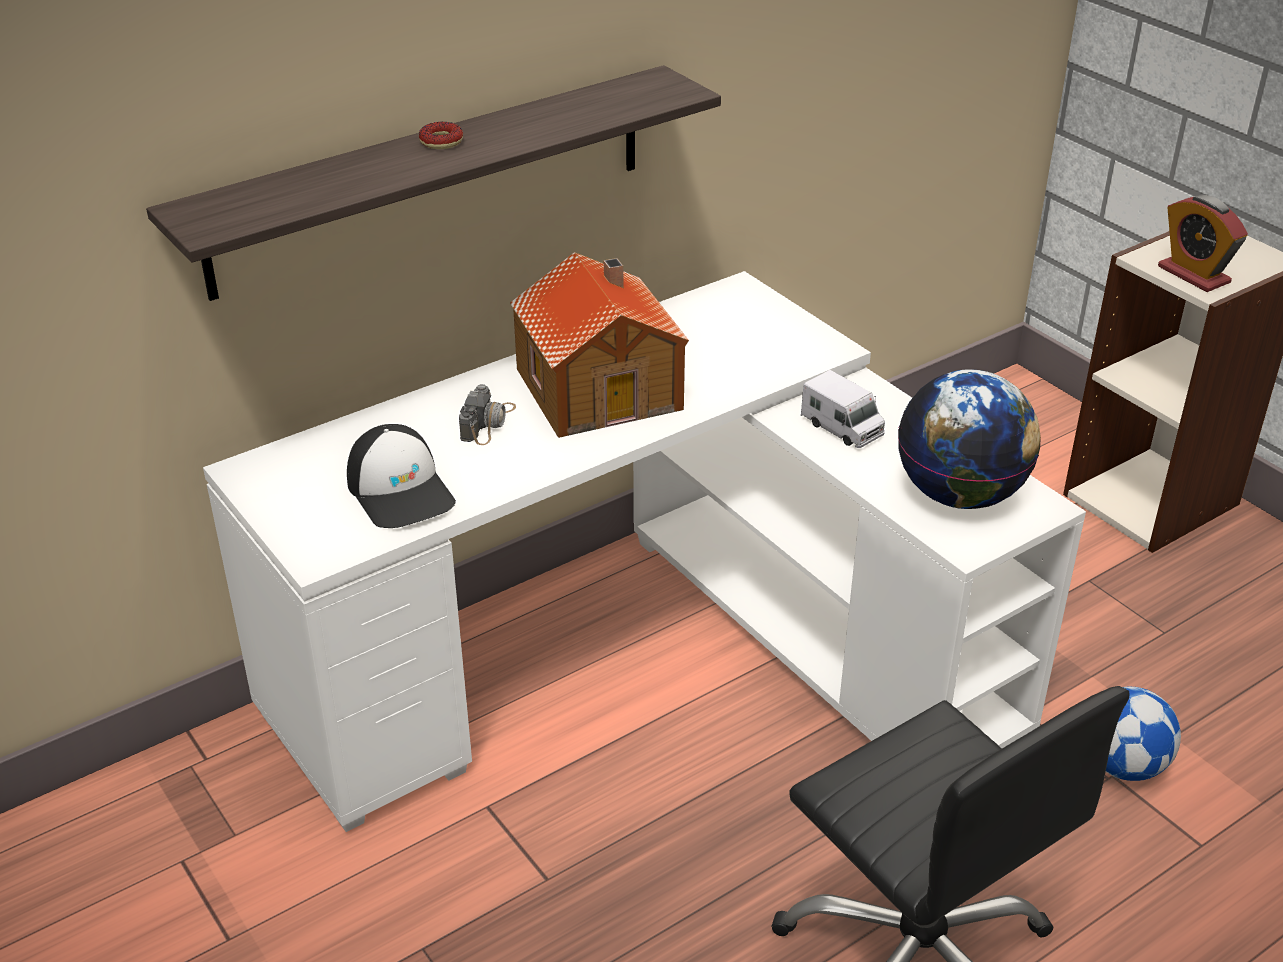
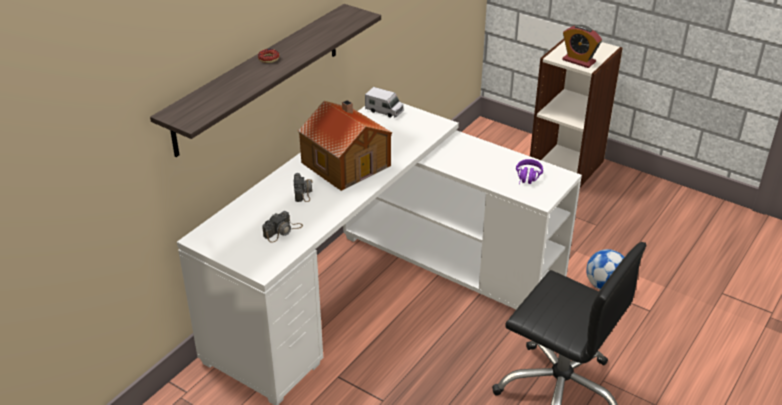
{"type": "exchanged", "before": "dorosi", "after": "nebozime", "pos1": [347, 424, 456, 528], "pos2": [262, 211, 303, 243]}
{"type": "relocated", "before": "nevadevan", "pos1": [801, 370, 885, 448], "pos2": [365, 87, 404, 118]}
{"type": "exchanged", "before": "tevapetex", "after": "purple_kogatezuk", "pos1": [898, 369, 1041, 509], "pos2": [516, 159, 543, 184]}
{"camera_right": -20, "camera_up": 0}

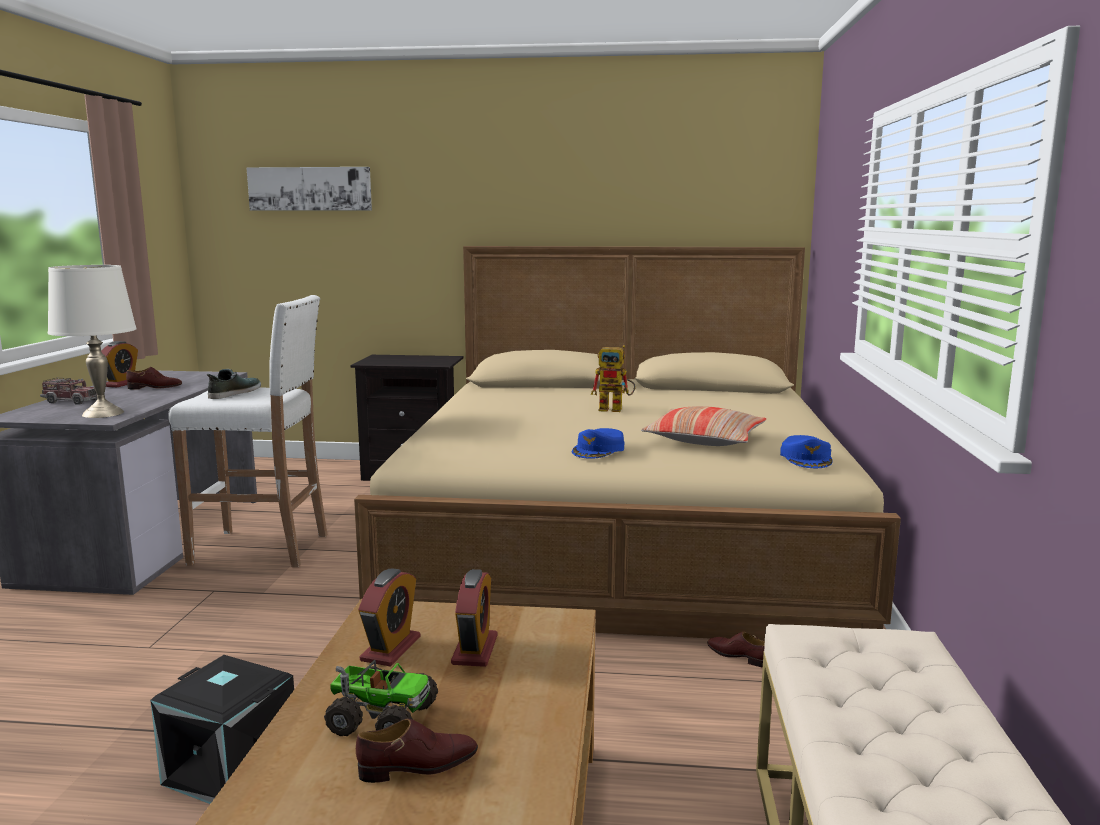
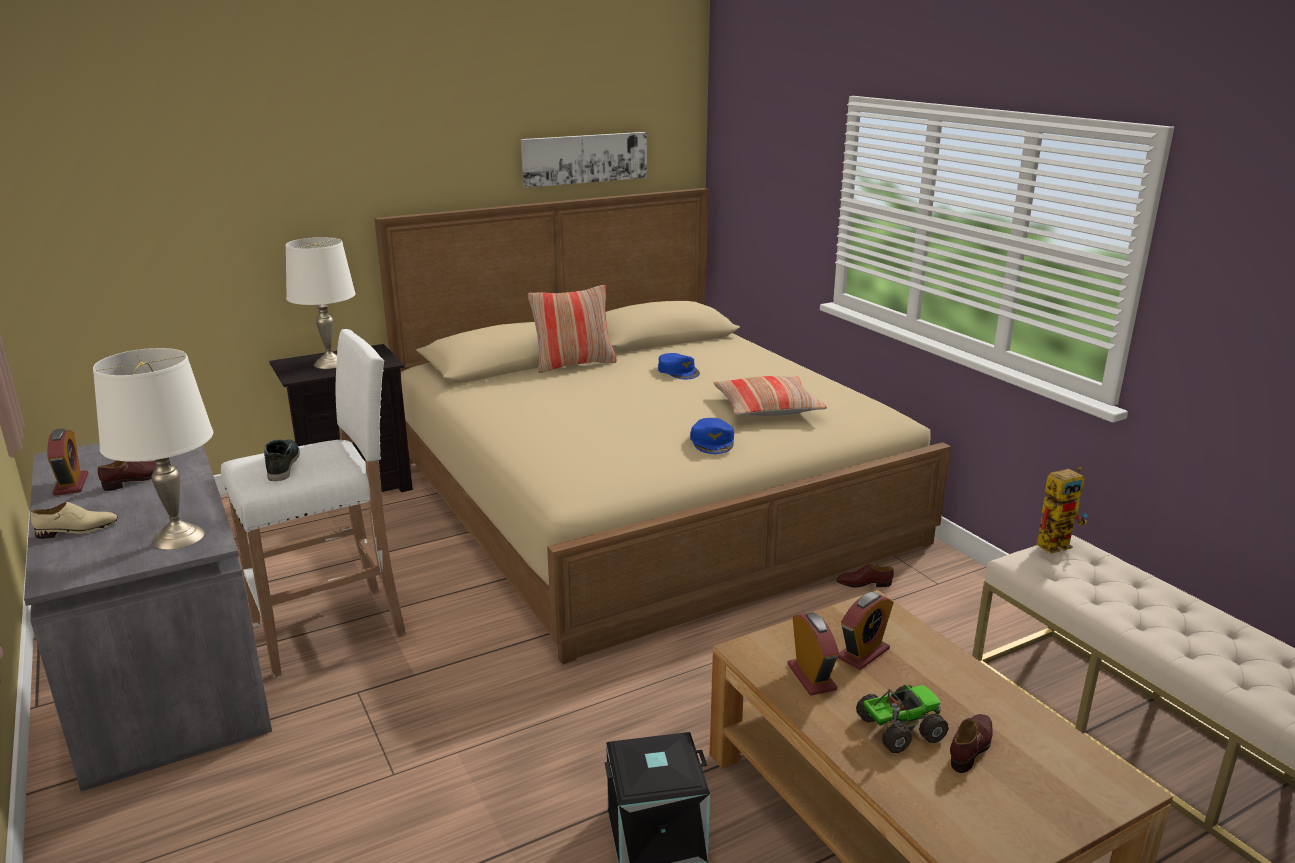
{"type": "exchanged", "before": "nevadevan", "after": "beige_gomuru", "pos1": [40, 378, 97, 405], "pos2": [31, 502, 118, 539]}
{"type": "appeared", "after": "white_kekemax", "pos2": [286, 237, 356, 369]}
{"type": "relocated", "before": "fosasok", "pos1": [246, 167, 372, 211], "pos2": [521, 132, 647, 188]}
{"type": "appeared", "after": "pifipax", "pos2": [528, 285, 617, 373]}
{"type": "relocated", "before": "blue_dorosi", "pos1": [780, 435, 832, 468], "pos2": [658, 353, 700, 379]}
{"type": "spun", "before": "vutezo", "pos1": [451, 569, 498, 667], "pos2": [838, 592, 893, 670], "turn": 75}
{"type": "relocated", "before": "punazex", "pos1": [591, 345, 636, 412], "pos2": [1036, 467, 1087, 554]}
{"camera_right": -35, "camera_up": 10}

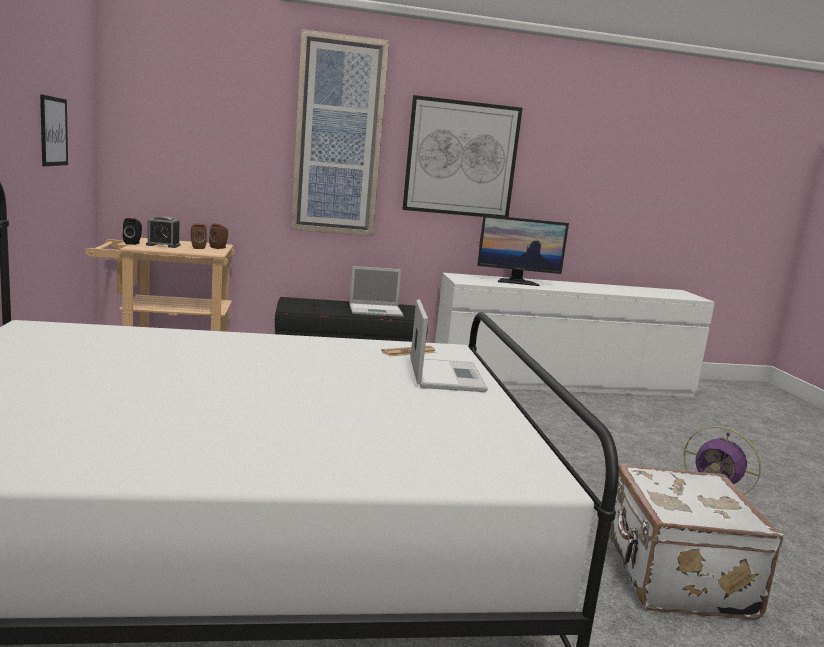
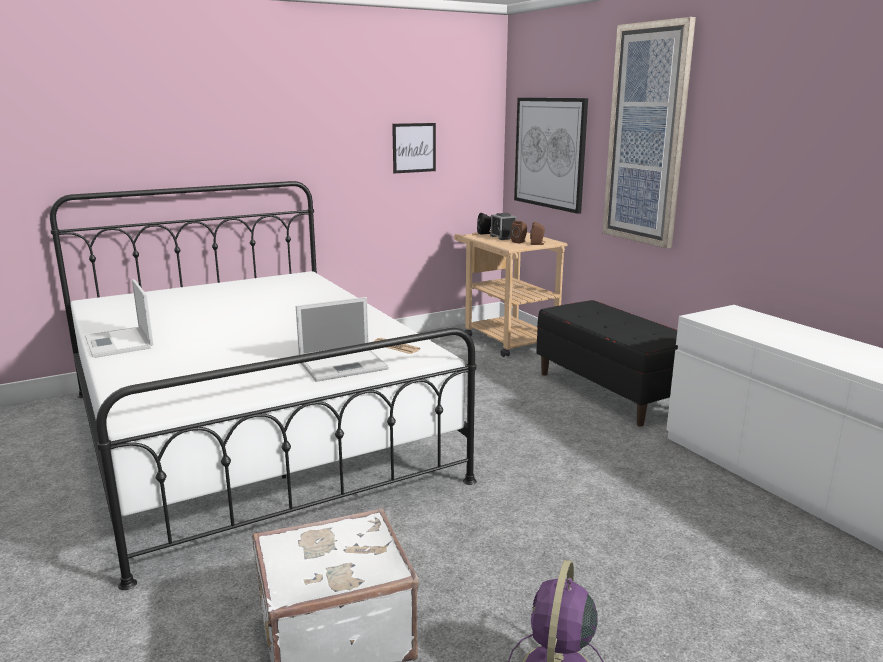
{"type": "relocated", "before": "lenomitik", "pos1": [349, 266, 404, 317], "pos2": [85, 279, 154, 358]}
{"type": "relocated", "before": "fosasok", "pos1": [402, 95, 522, 217], "pos2": [514, 98, 588, 214]}
{"type": "missing", "before": "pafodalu", "pos1": [477, 215, 569, 286]}
{"camera_right": 70, "camera_up": 5}

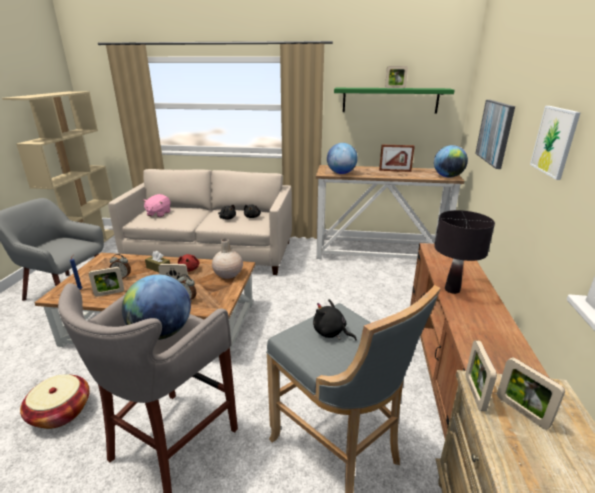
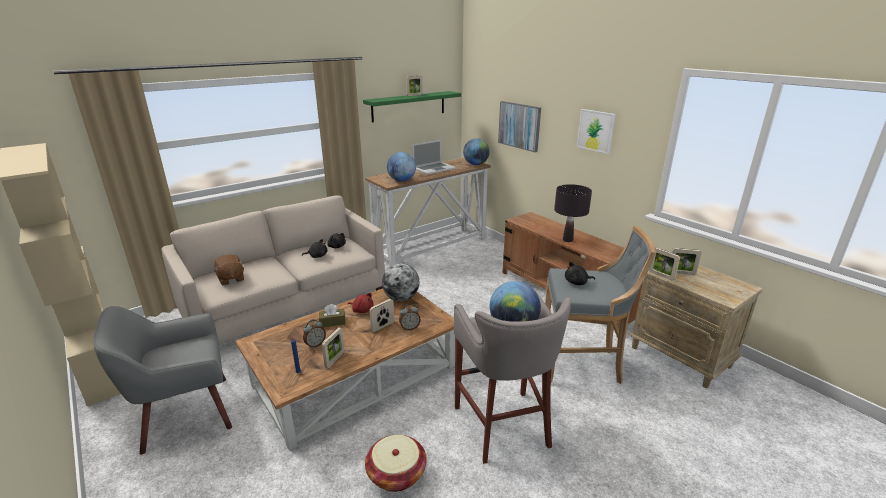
{"type": "colour", "before": "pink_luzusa", "after": "brown_luzusa", "pos1": [142, 194, 170, 217], "pos2": [214, 255, 244, 285]}
{"type": "exchanged", "before": "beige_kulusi", "after": "tevapetex", "pos1": [212, 239, 243, 279], "pos2": [382, 263, 419, 301]}
{"type": "exchanged", "before": "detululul", "after": "lenomitik", "pos1": [379, 144, 415, 172], "pos2": [412, 140, 456, 175]}
{"camera_right": -45, "camera_up": 0}

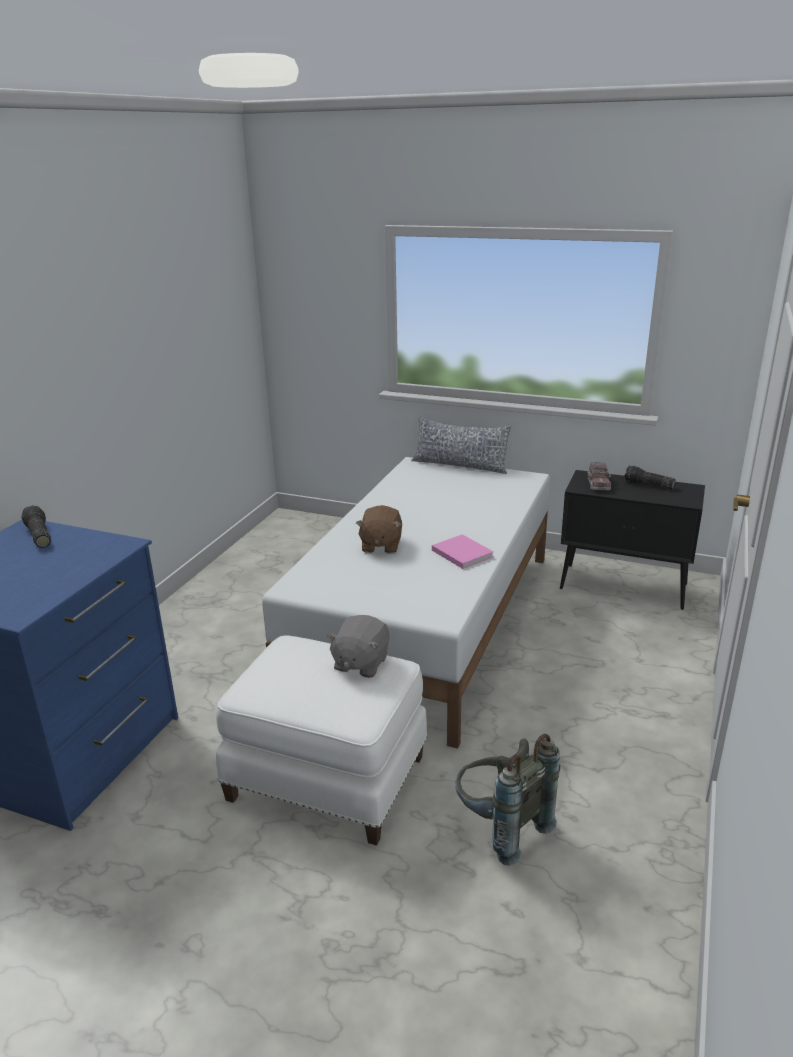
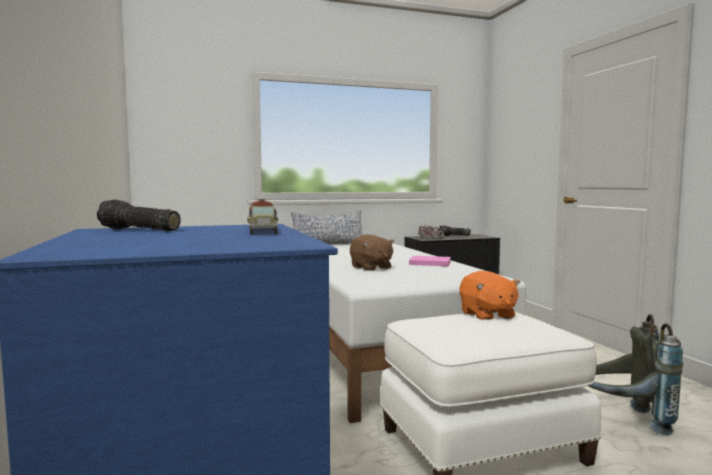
{"type": "appeared", "after": "nevadevan", "pos2": [247, 199, 278, 235]}
{"type": "colour", "before": "grey_luzusa", "after": "orange_luzusa", "pos1": [327, 615, 390, 678], "pos2": [459, 271, 520, 320]}
{"camera_right": -40, "camera_up": -20}

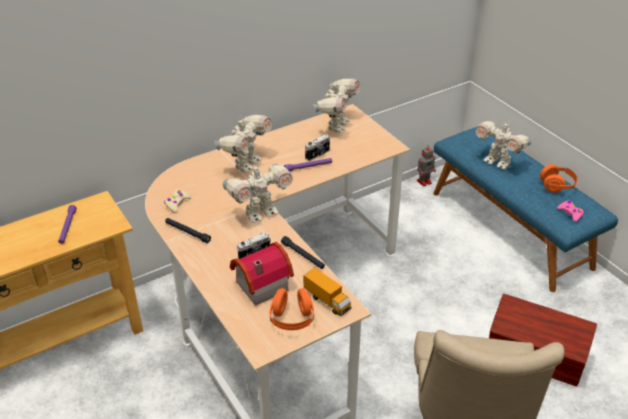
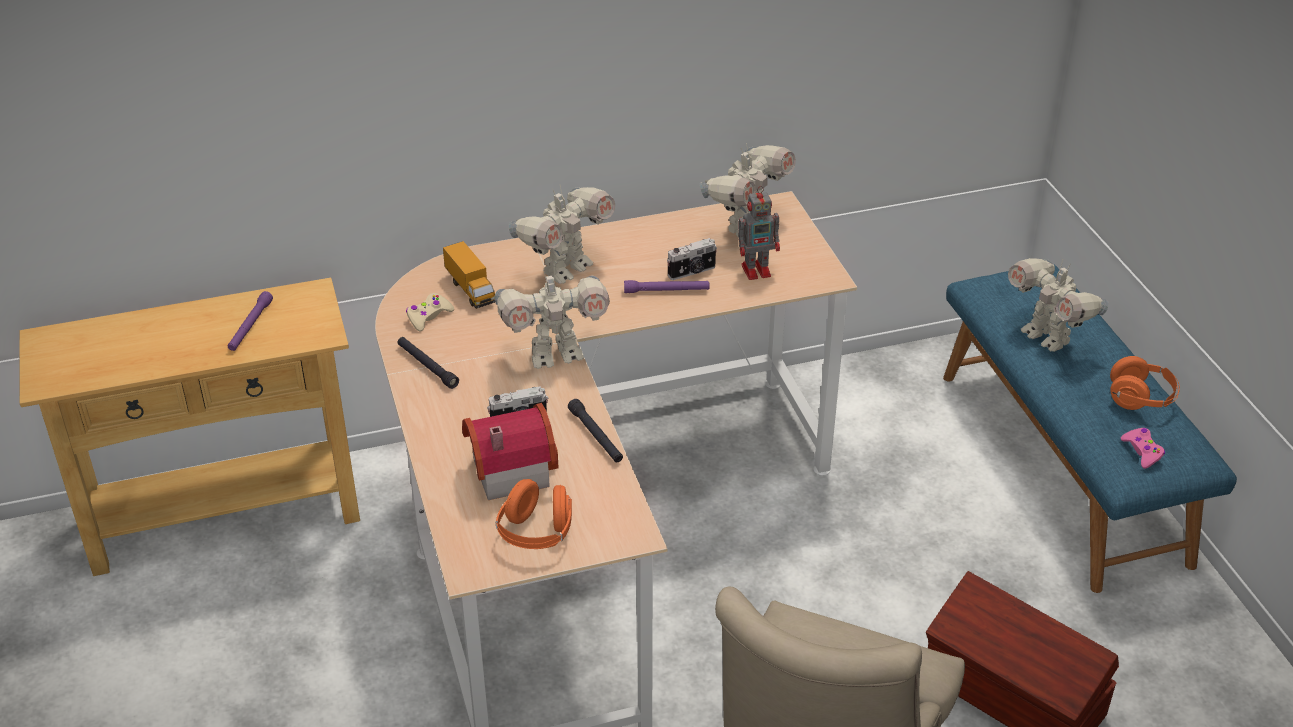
{"type": "relocated", "before": "nevadevan", "pos1": [304, 268, 351, 316], "pos2": [443, 241, 495, 309]}
{"type": "relocated", "before": "punazex", "pos1": [417, 147, 436, 187], "pos2": [738, 186, 780, 280]}
{"camera_right": 15, "camera_up": 0}

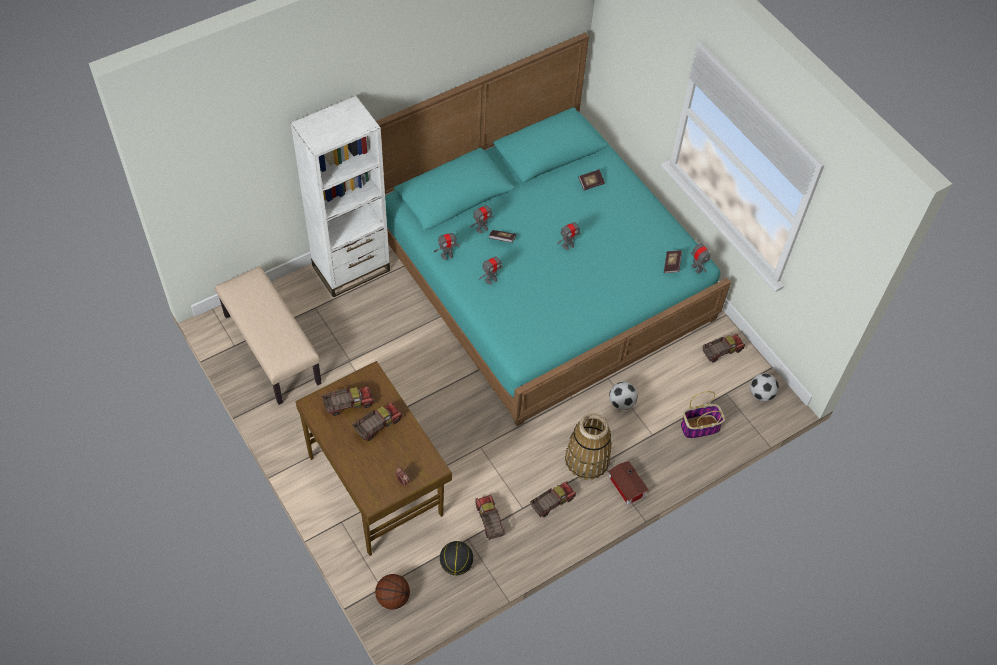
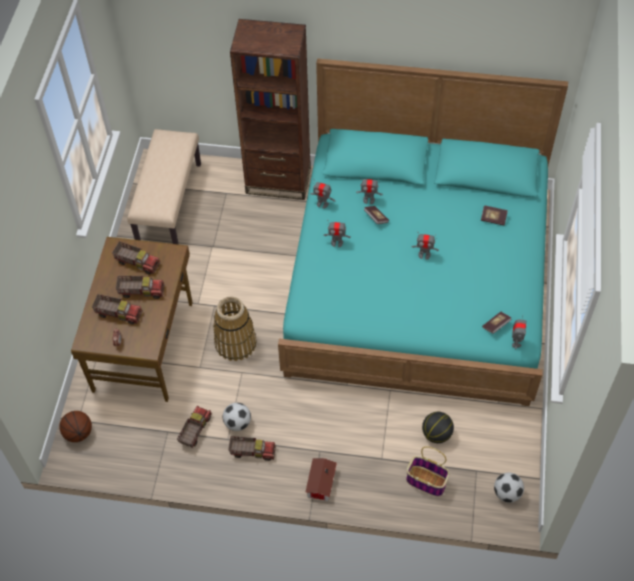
{"type": "relocated", "before": "nevadevan", "pos1": [702, 334, 745, 362], "pos2": [92, 294, 143, 325]}
{"type": "relocated", "before": "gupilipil", "pos1": [565, 413, 612, 480], "pos2": [213, 296, 256, 361]}
{"type": "relocated", "before": "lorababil", "pos1": [609, 382, 638, 410], "pos2": [223, 403, 251, 431]}
{"type": "colour", "before": "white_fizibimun", "after": "brown_fizibimun", "pos1": [291, 96, 390, 298], "pos2": [230, 19, 311, 200]}
{"type": "relocated", "before": "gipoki", "pos1": [440, 541, 473, 575], "pos2": [422, 412, 454, 443]}
{"camera_right": 45, "camera_up": 0}

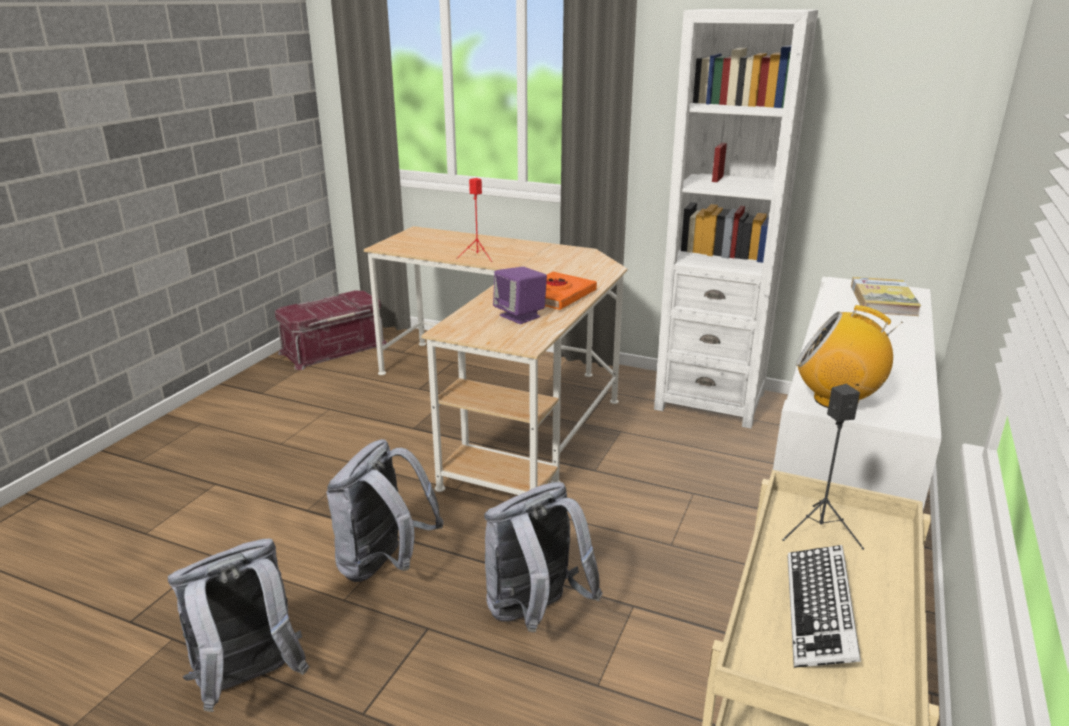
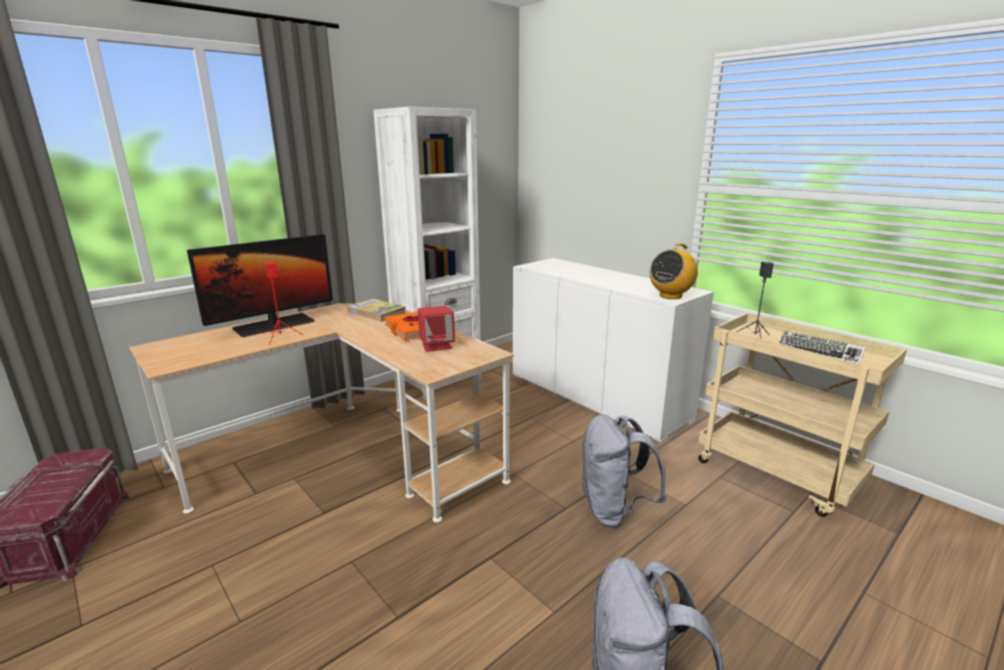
{"type": "appeared", "after": "pafodalu", "pos2": [187, 234, 333, 337]}
{"type": "relocated", "before": "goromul", "pos1": [851, 277, 921, 316], "pos2": [347, 299, 406, 322]}
{"type": "colour", "before": "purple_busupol", "after": "red_busupol", "pos1": [493, 267, 547, 324], "pos2": [418, 306, 455, 352]}
{"type": "missing", "before": "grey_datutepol", "pos1": [326, 439, 443, 582]}
{"camera_right": -65, "camera_up": -5}

